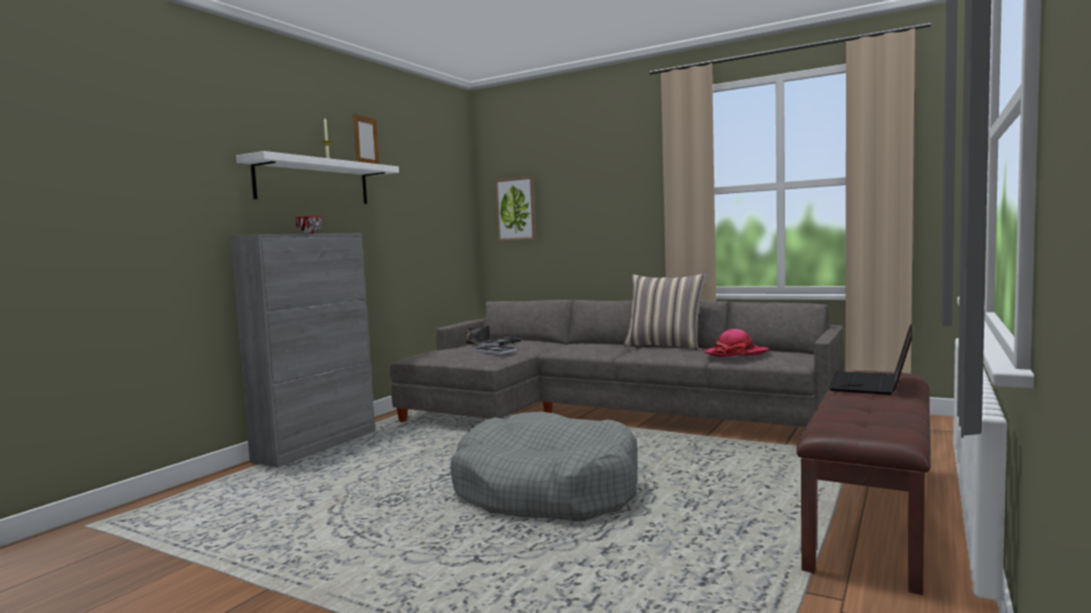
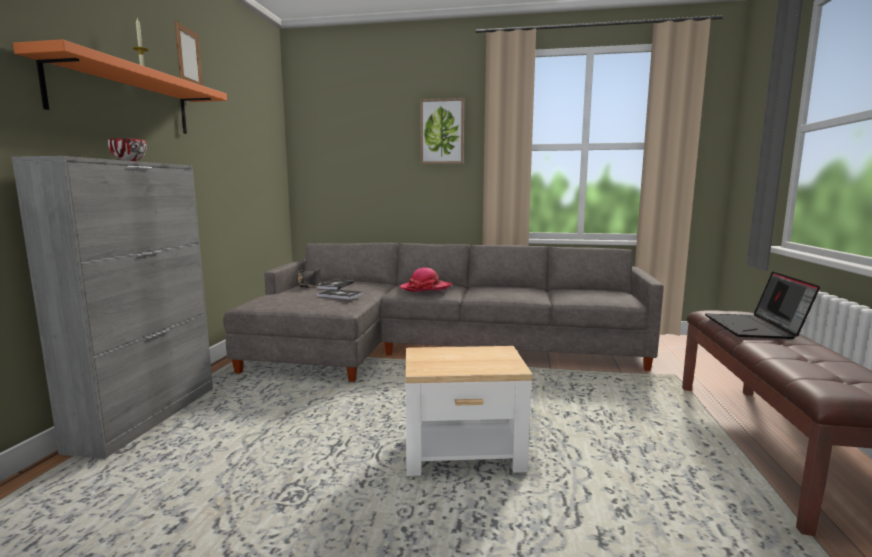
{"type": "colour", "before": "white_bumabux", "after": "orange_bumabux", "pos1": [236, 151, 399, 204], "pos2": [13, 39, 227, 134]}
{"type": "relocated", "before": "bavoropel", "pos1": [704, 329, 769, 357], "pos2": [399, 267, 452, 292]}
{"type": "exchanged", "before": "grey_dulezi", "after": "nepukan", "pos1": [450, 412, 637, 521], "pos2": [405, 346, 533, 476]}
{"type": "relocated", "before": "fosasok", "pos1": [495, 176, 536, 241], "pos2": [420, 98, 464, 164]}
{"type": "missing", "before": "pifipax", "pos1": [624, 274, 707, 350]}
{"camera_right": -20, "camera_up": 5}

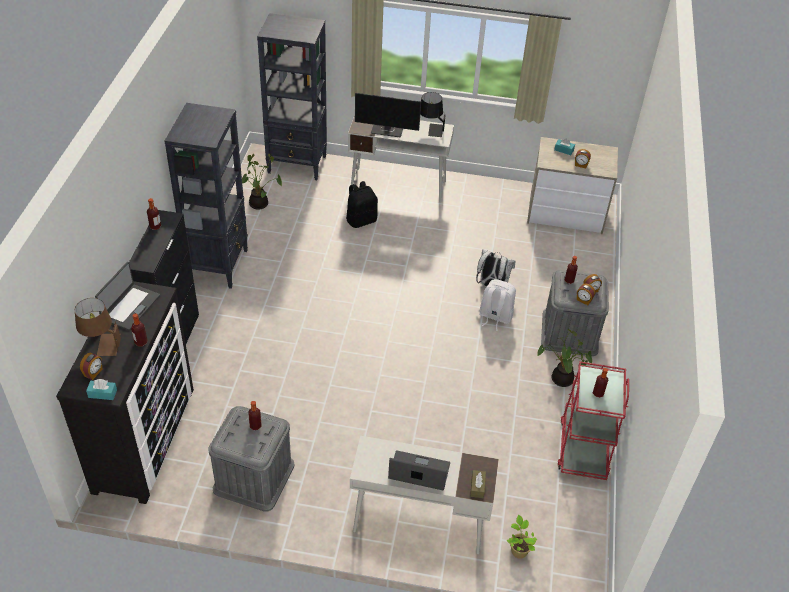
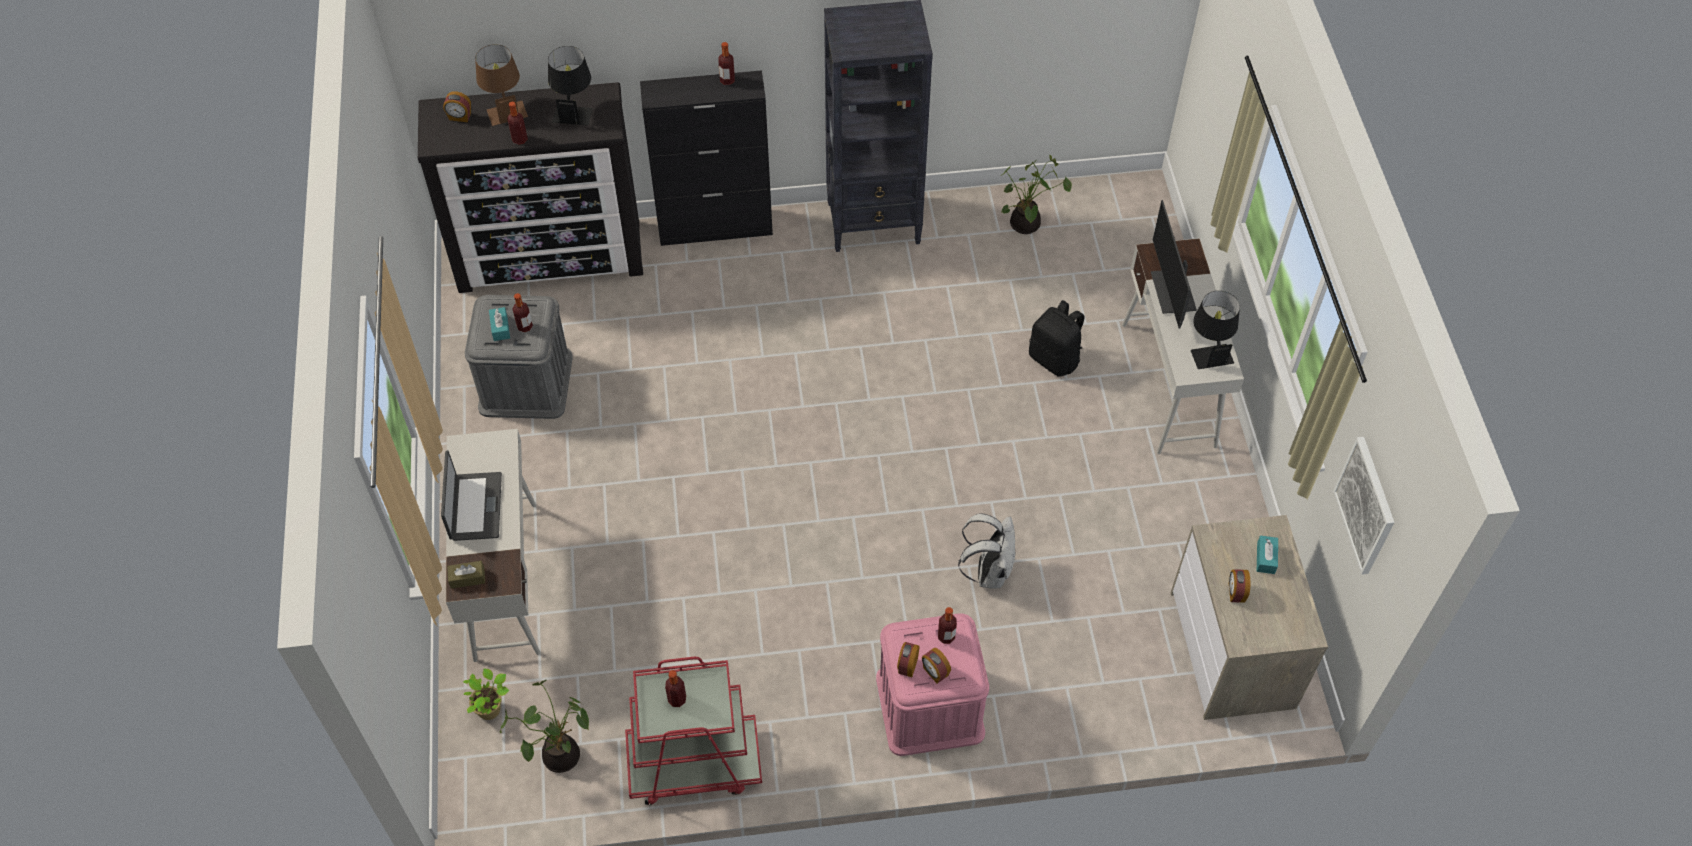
{"type": "relocated", "before": "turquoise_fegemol", "pos1": [86, 379, 117, 400], "pos2": [489, 307, 510, 341]}
{"type": "relocated", "before": "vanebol", "pos1": [537, 329, 592, 387], "pos2": [500, 680, 589, 773]}
{"type": "exchanged", "before": "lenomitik", "after": "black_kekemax", "pos1": [95, 262, 160, 330], "pos2": [548, 46, 593, 126]}
{"type": "colour", "before": "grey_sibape", "after": "pink_sibape", "pos1": [541, 270, 609, 356], "pos2": [876, 613, 989, 756]}
{"type": "appeared", "after": "fosasok", "pos2": [1333, 437, 1394, 574]}
{"type": "missing", "before": "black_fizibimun", "pos1": [257, 13, 327, 180]}
{"type": "missing", "before": "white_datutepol", "pos1": [479, 279, 516, 331]}
{"camera_right": 75, "camera_up": 10}

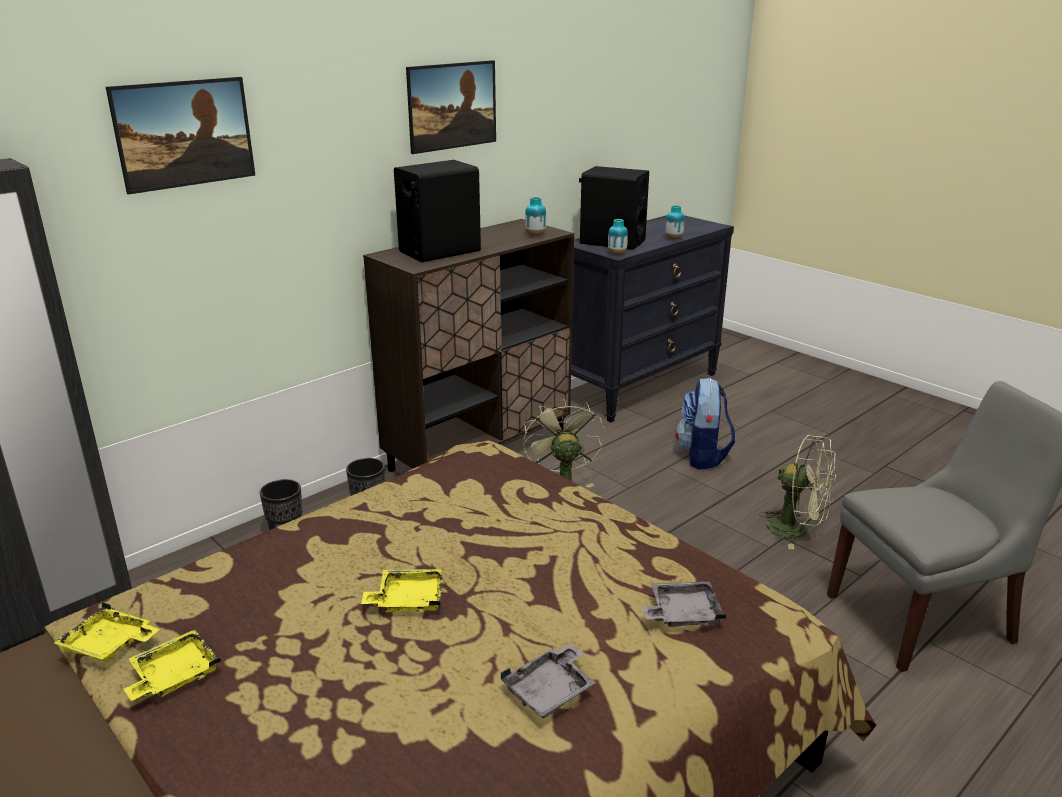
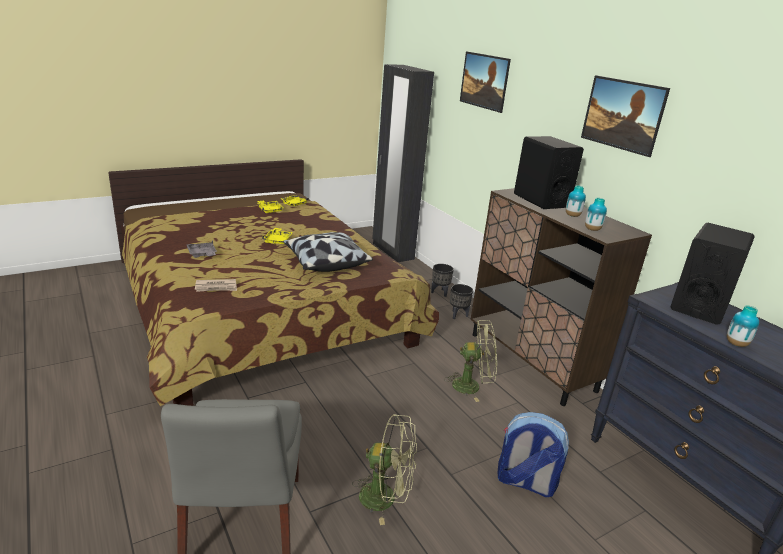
{"type": "exchanged", "before": "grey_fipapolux", "after": "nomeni", "pos1": [642, 581, 726, 627], "pos2": [195, 279, 237, 292]}
{"type": "appeared", "after": "pifipax", "pos2": [283, 232, 373, 272]}
{"type": "spun", "before": "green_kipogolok", "pos1": [759, 435, 837, 549], "pos2": [352, 414, 417, 525], "turn": -120}
{"type": "relocated", "before": "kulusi", "pos1": [608, 219, 628, 255], "pos2": [566, 186, 586, 217]}
{"camera_right": 100, "camera_up": 0}

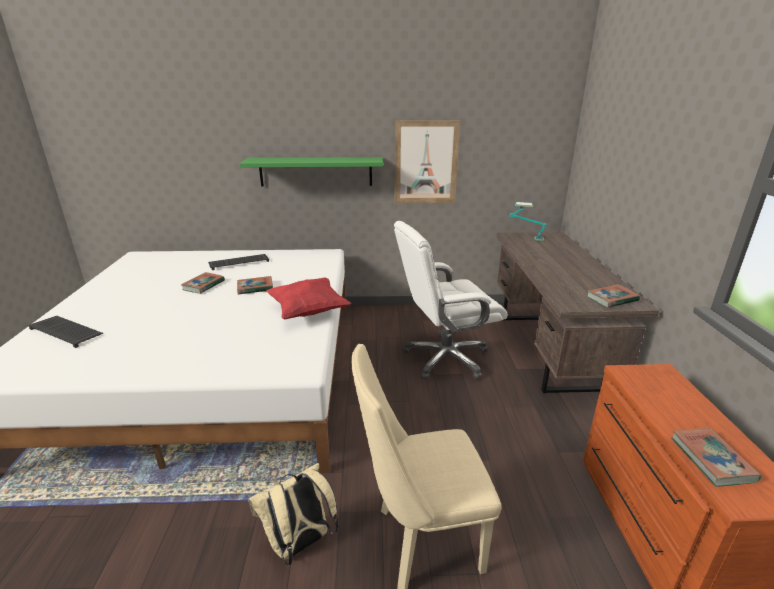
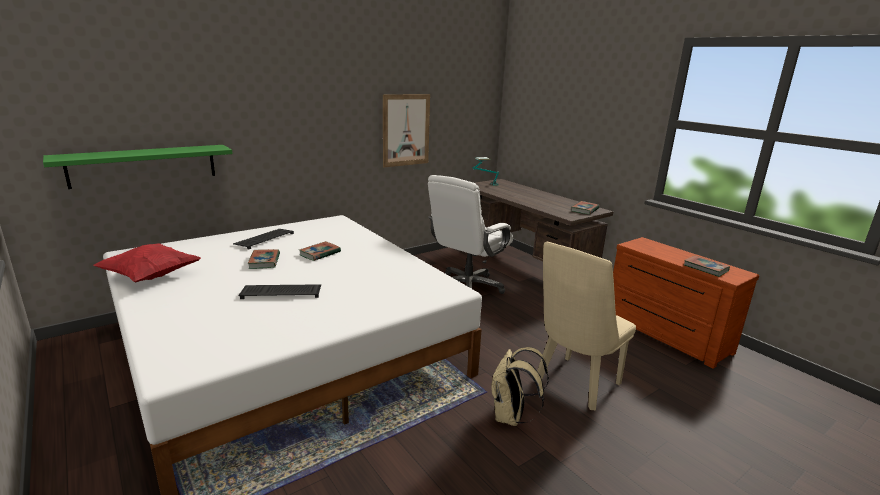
{"type": "relocated", "before": "green_bumabux", "pos1": [240, 157, 383, 187], "pos2": [43, 145, 233, 189]}
{"type": "relocated", "before": "red_pifipax", "pos1": [266, 277, 352, 320], "pos2": [94, 243, 201, 282]}
{"type": "relocated", "before": "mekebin", "pos1": [28, 316, 103, 348], "pos2": [238, 284, 321, 299]}
{"camera_right": -35, "camera_up": -5}

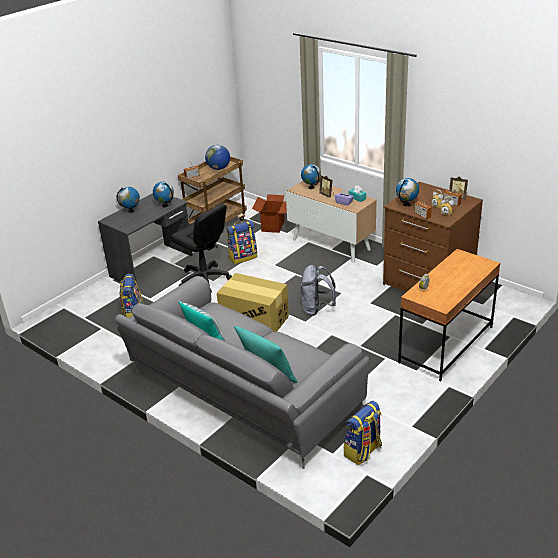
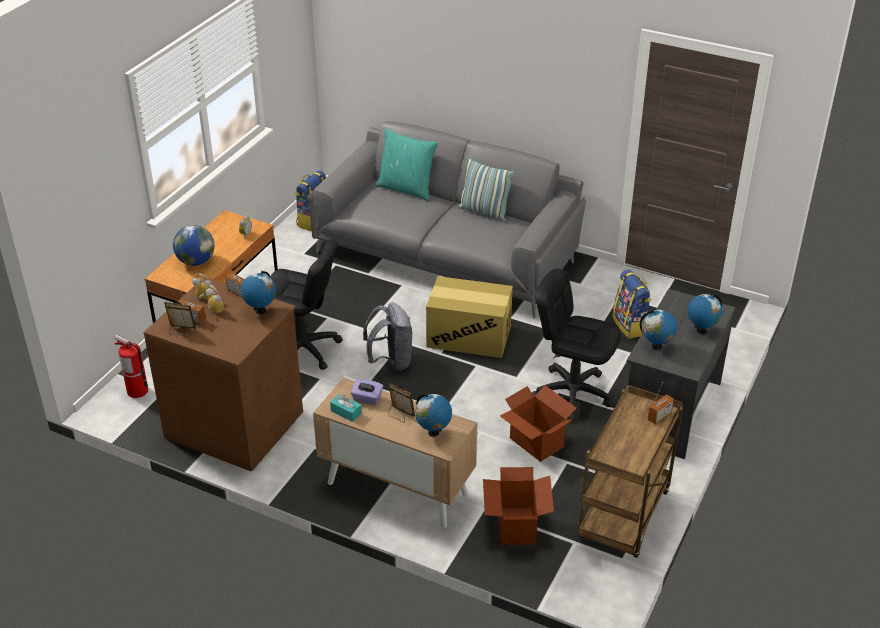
{"type": "appeared", "after": "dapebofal", "pos2": [114, 335, 148, 398]}
{"type": "relocated", "before": "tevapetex", "pos1": [205, 145, 230, 170], "pos2": [173, 225, 215, 266]}
{"type": "appeared", "after": "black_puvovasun", "pos2": [270, 240, 343, 370]}
{"type": "exchanged", "before": "datutepol", "after": "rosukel", "pos1": [227, 220, 257, 264], "pos2": [500, 385, 576, 462]}
{"camera_right": 165, "camera_up": 5}

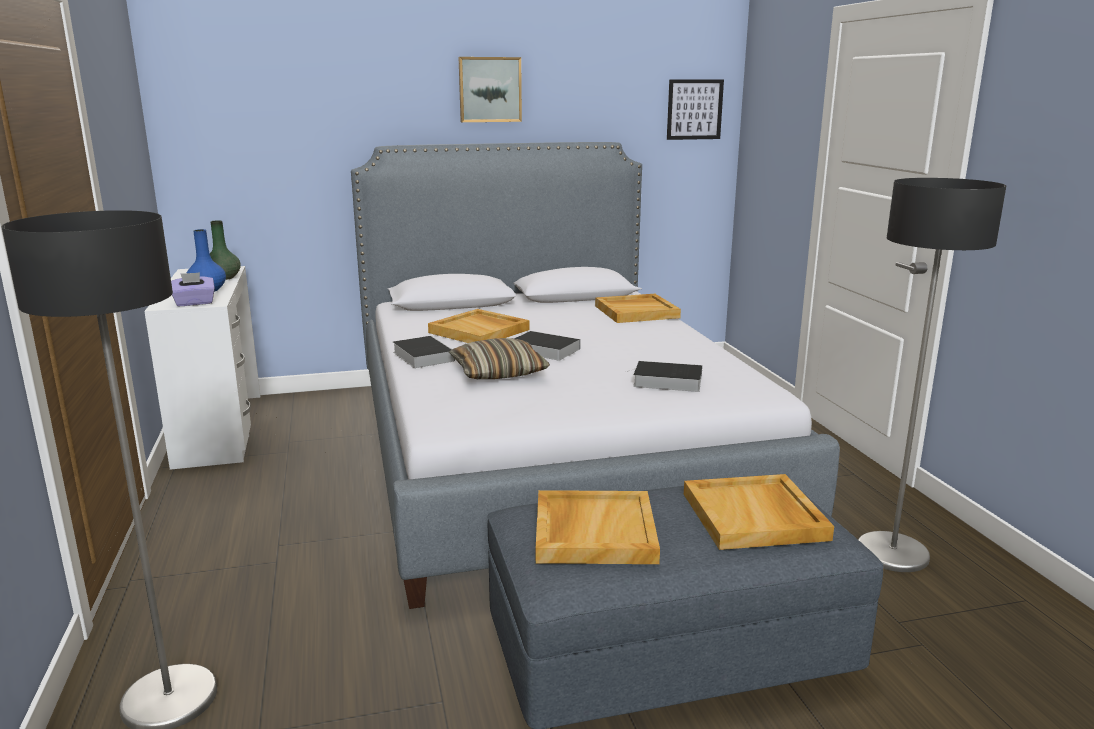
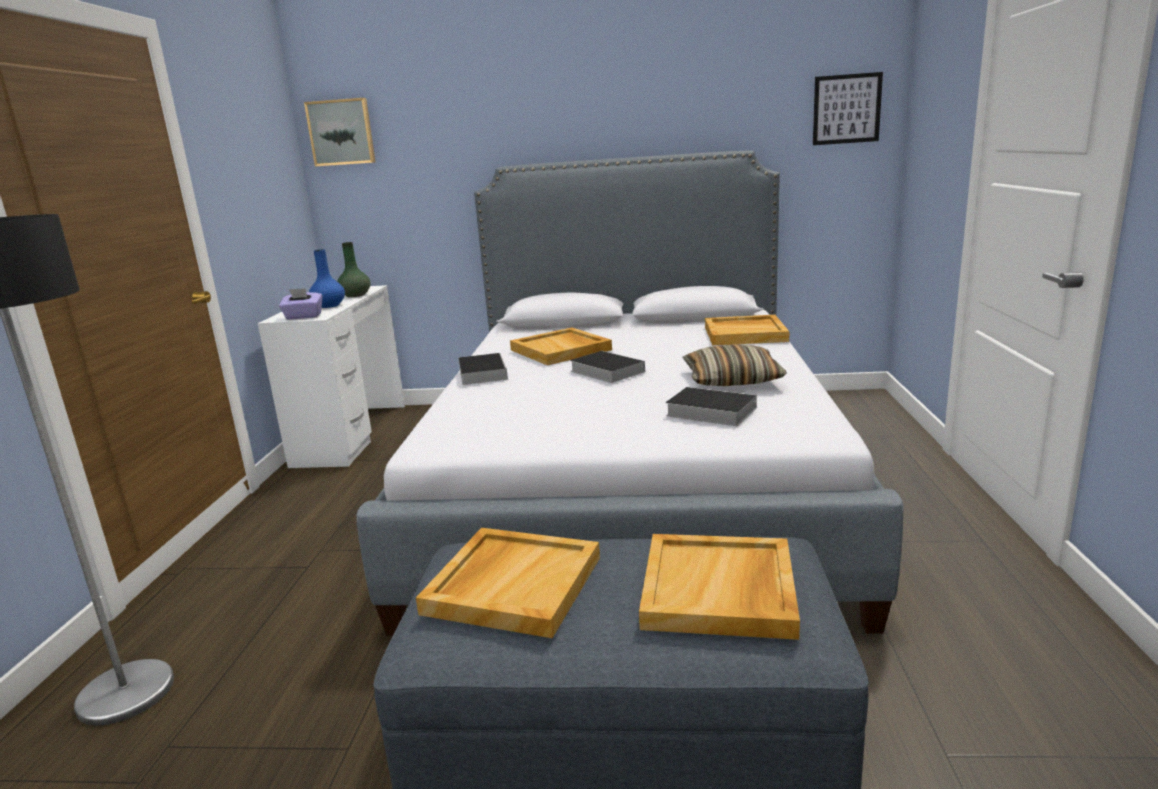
{"type": "relocated", "before": "fosasok", "pos1": [459, 57, 522, 122], "pos2": [304, 98, 375, 166]}
{"type": "relocated", "before": "pifipax", "pos1": [449, 338, 550, 379], "pos2": [682, 344, 786, 386]}
{"type": "missing", "before": "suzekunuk", "pos1": [858, 178, 1006, 572]}
{"camera_right": 20, "camera_up": 0}

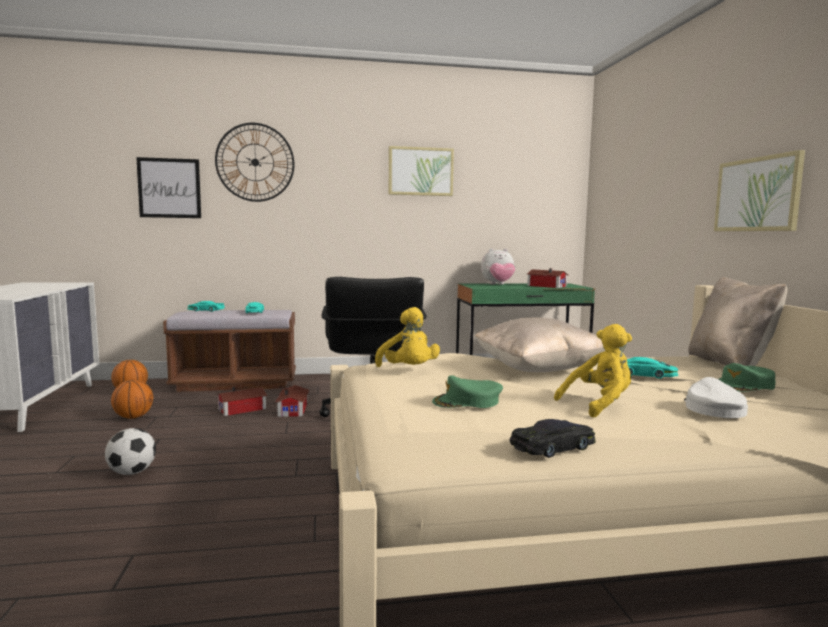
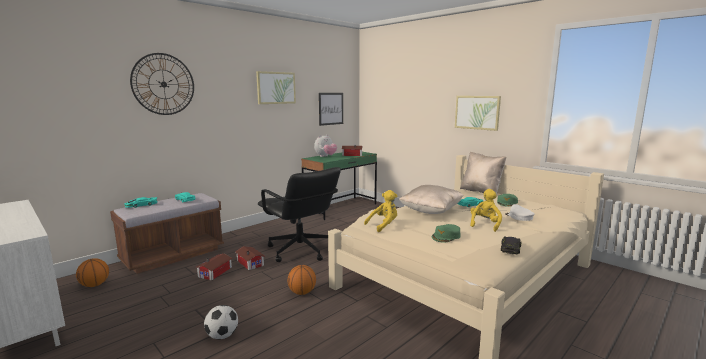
{"type": "relocated", "before": "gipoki", "pos1": [111, 380, 153, 419], "pos2": [288, 265, 316, 295]}
{"type": "relocated", "before": "fosasok", "pos1": [136, 157, 201, 218], "pos2": [319, 93, 343, 126]}
{"type": "spun", "before": "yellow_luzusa", "pos1": [375, 307, 440, 367], "pos2": [364, 190, 397, 232], "turn": -60}
{"camera_right": -35, "camera_up": 5}

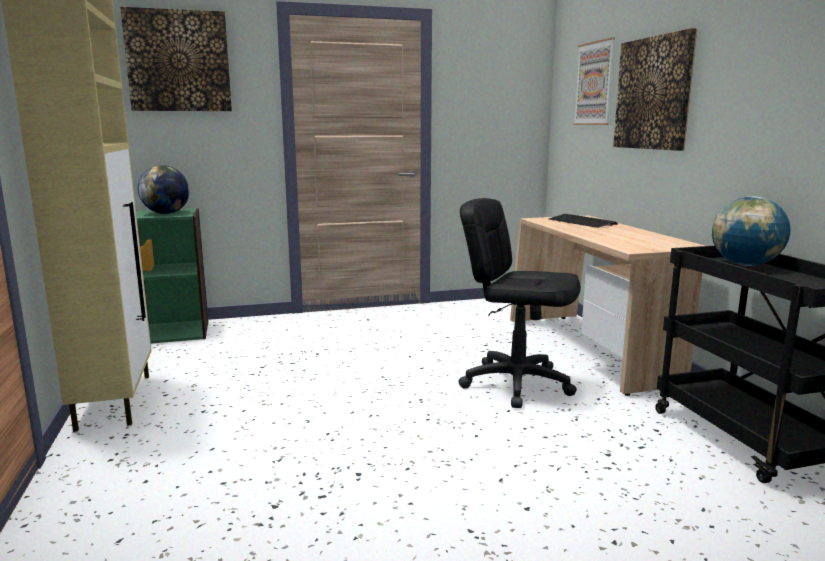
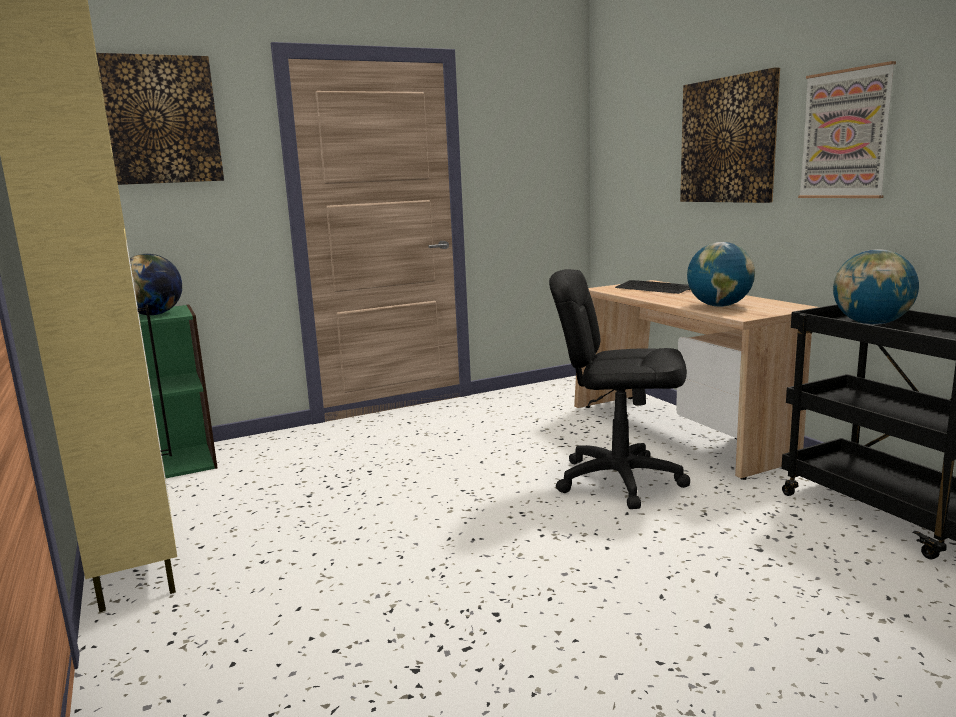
{"type": "appeared", "after": "tevapetex", "pos2": [687, 242, 755, 307]}
{"type": "relocated", "before": "fosasok", "pos1": [573, 37, 615, 125], "pos2": [798, 61, 896, 198]}
{"camera_right": -10, "camera_up": 0}

